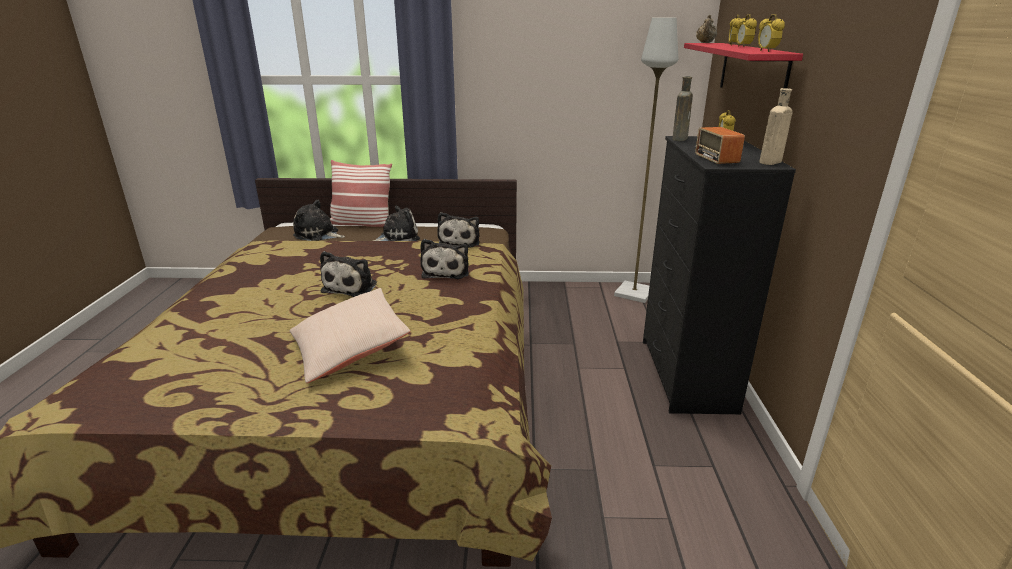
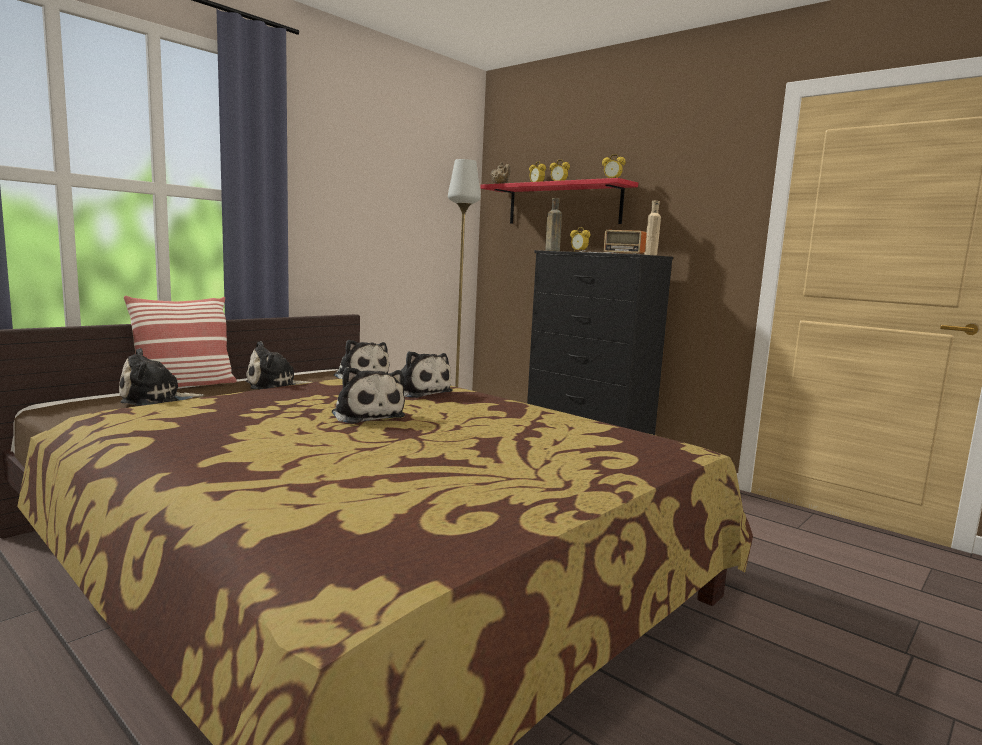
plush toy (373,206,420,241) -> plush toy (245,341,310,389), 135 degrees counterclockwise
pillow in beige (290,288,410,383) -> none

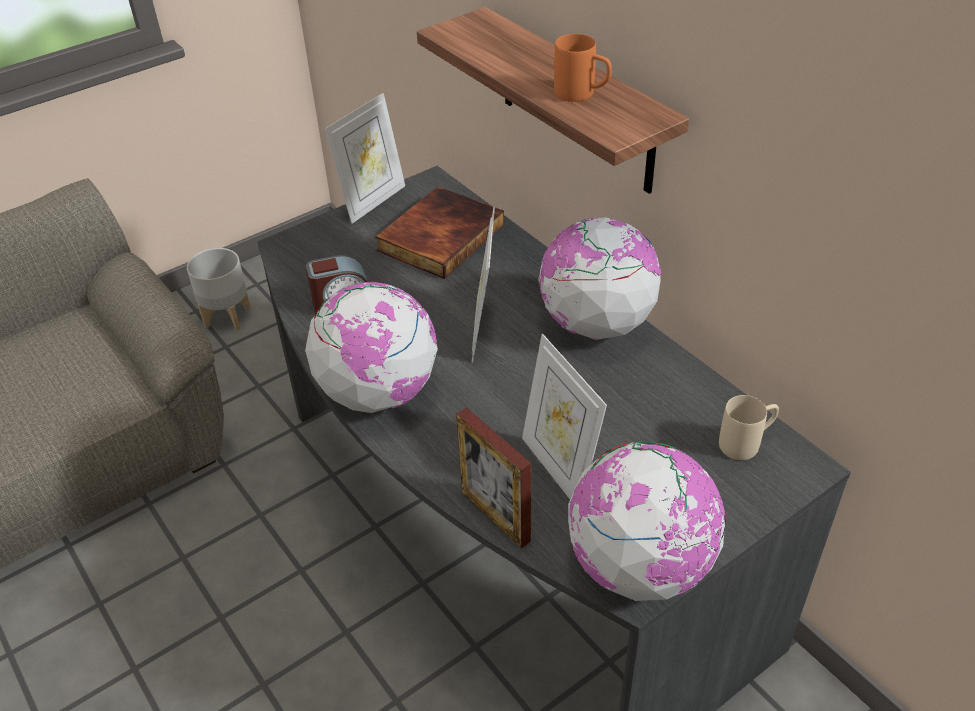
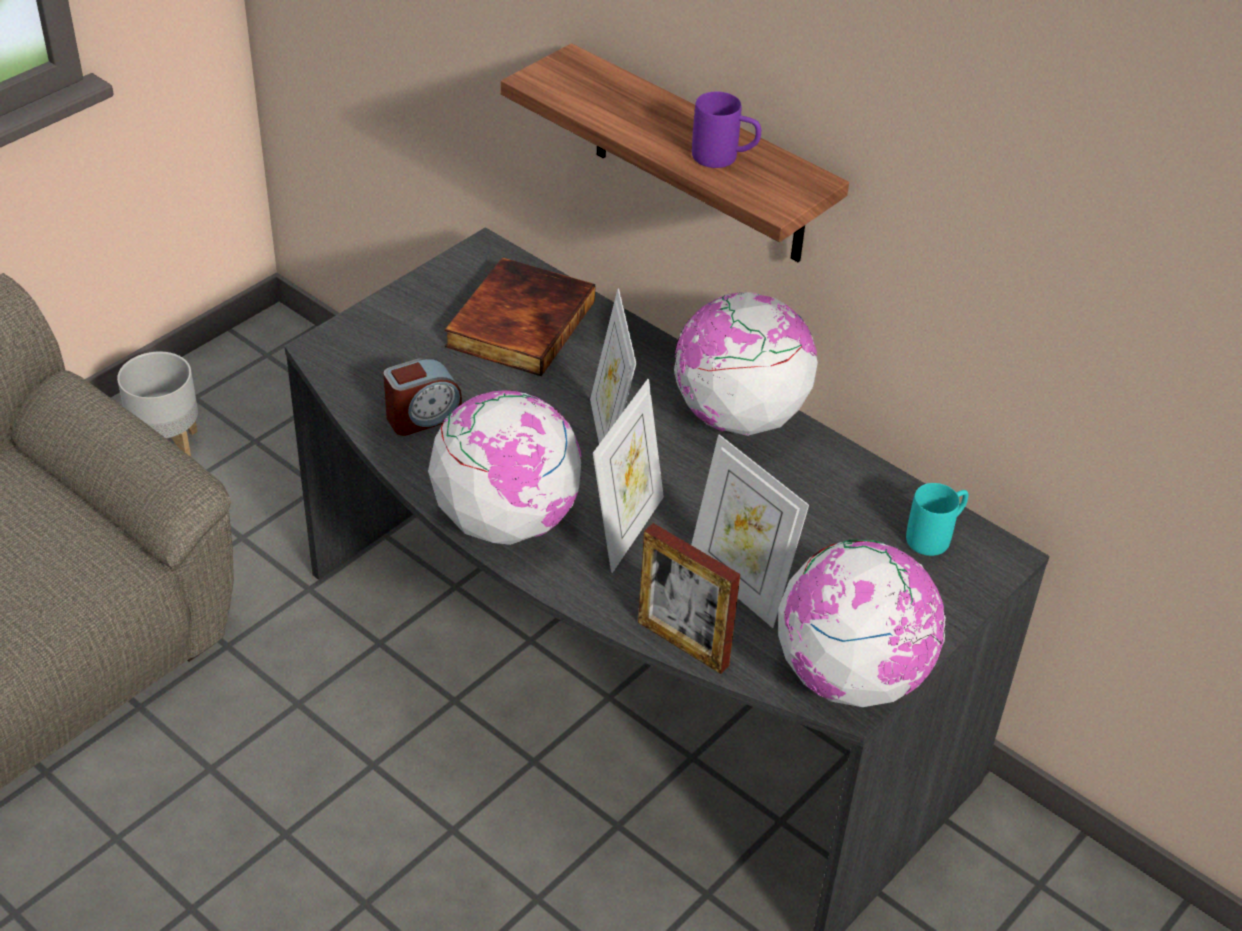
picture frame (325,93,405,224) -> picture frame (593,379,664,573), moved
mug in orange (554,34,612,102) -> mug in purple (692,92,761,168)
mug in beige (719,395,779,460) -> mug in turquoise (906,483,968,556)

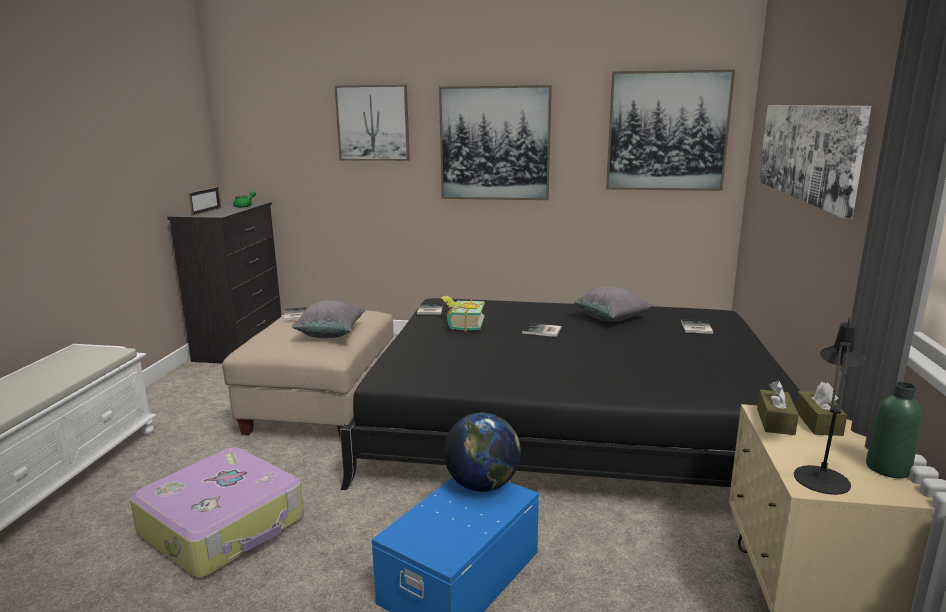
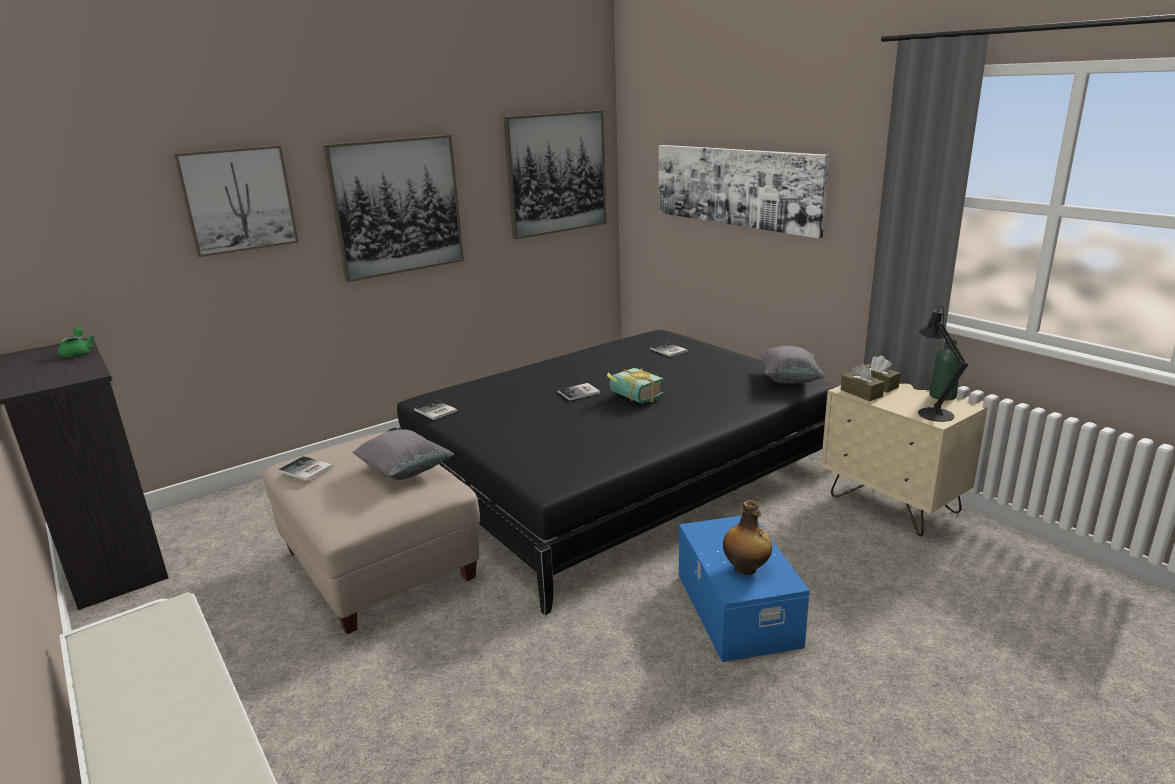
book (441,296,485,332) -> book (607,368,663,403), moved
none -> bottle (723,500,772,575)
pillow in grey (573,287,653,322) -> pillow in grey (760,346,826,384), moved
suitcase (130,447,304,578) -> none
picture frame (188,187,221,216) -> none
globe (444,413,521,492) -> none

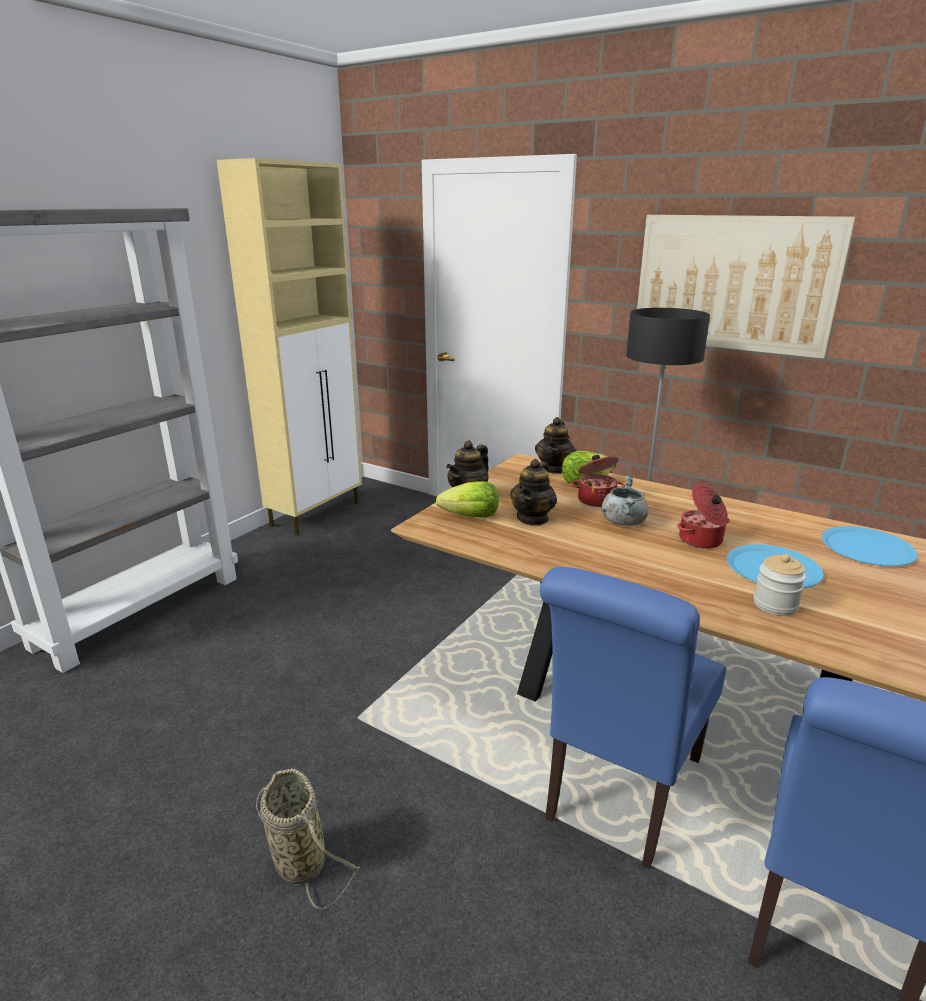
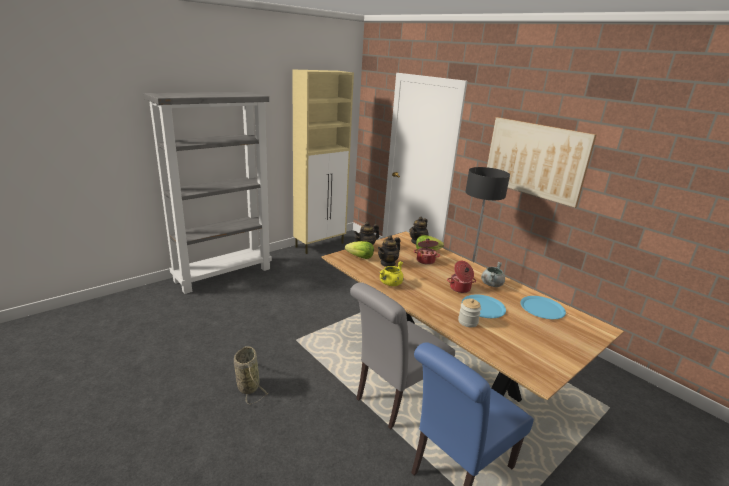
chair in blue (540,567,726,869) -> chair in grey (350,283,455,429)
none -> cooking pot in yellow (380,261,404,286)
cooking pot in grey (602,476,649,526) -> cooking pot in grey (481,262,505,287), moved

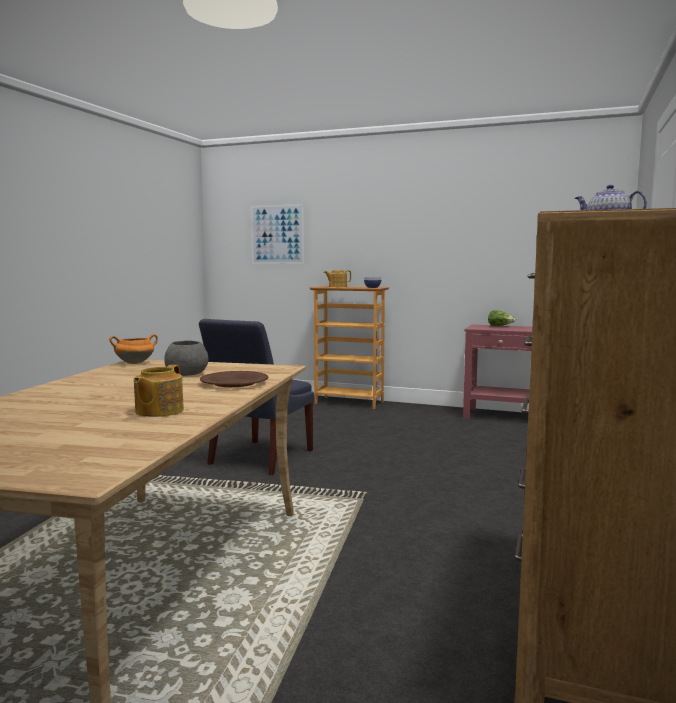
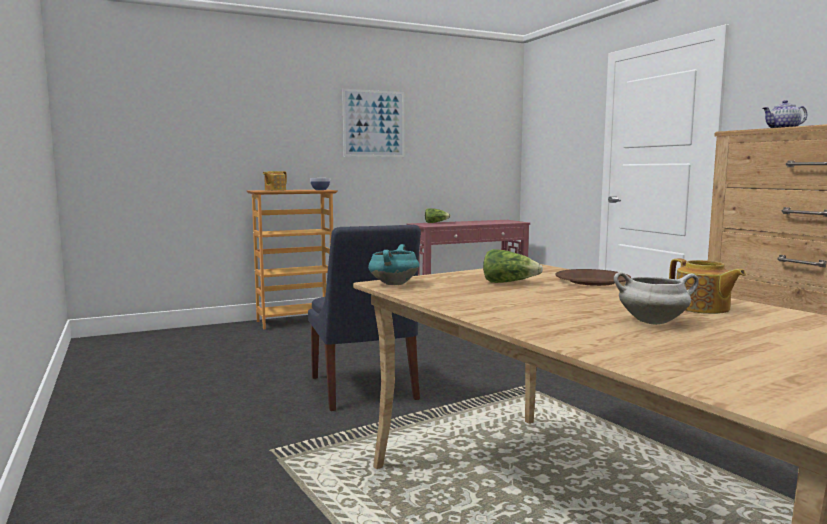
picture (251,204,305,264) -> picture (342,89,404,157), moved
cooking pot in orange (109,334,158,364) -> cooking pot in turquoise (368,244,420,285)
bowl in grey (164,340,208,376) -> lettuce (483,249,543,283)
none -> cooking pot in white (614,272,699,325)

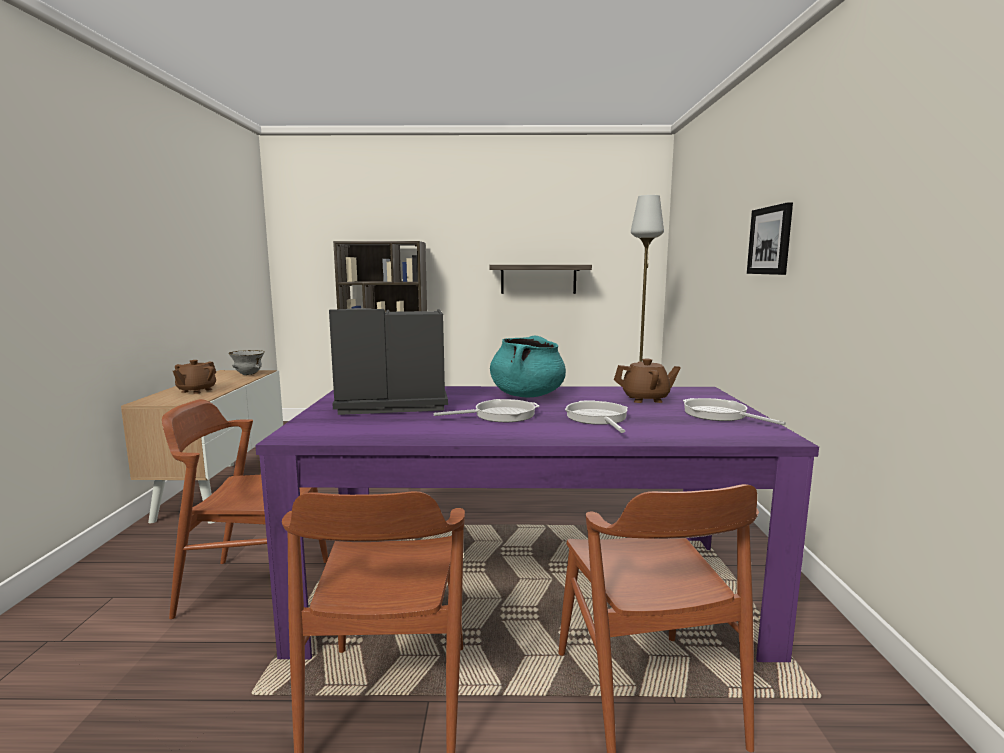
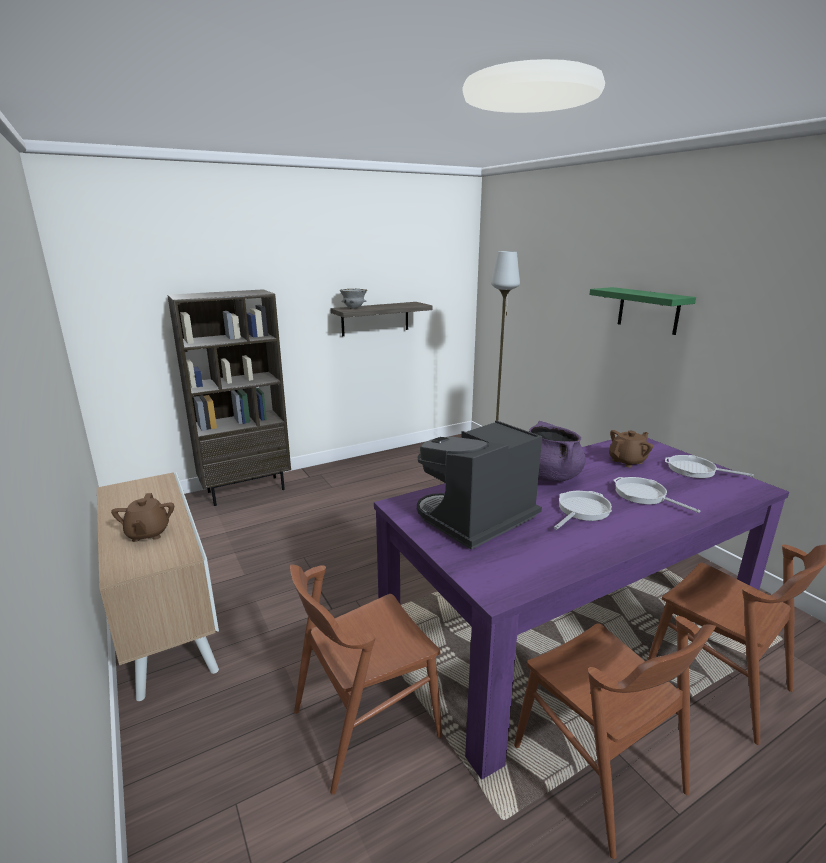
bowl in grey (229,350,265,375) -> bowl in grey (340,289,367,309), moved
cooking pot in turquoise (490,335,566,397) -> cooking pot in purple (529,421,586,482)
picture (747,202,793,275) -> shelf in green (589,287,696,335)

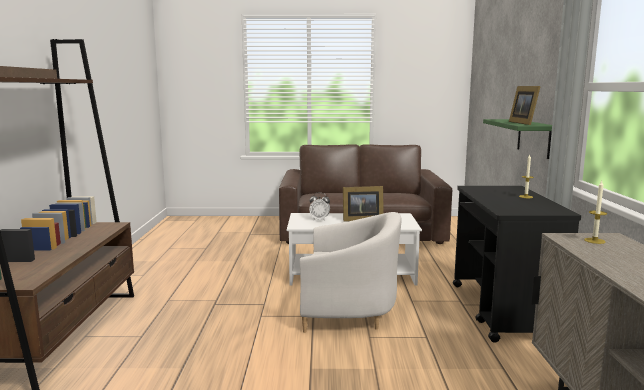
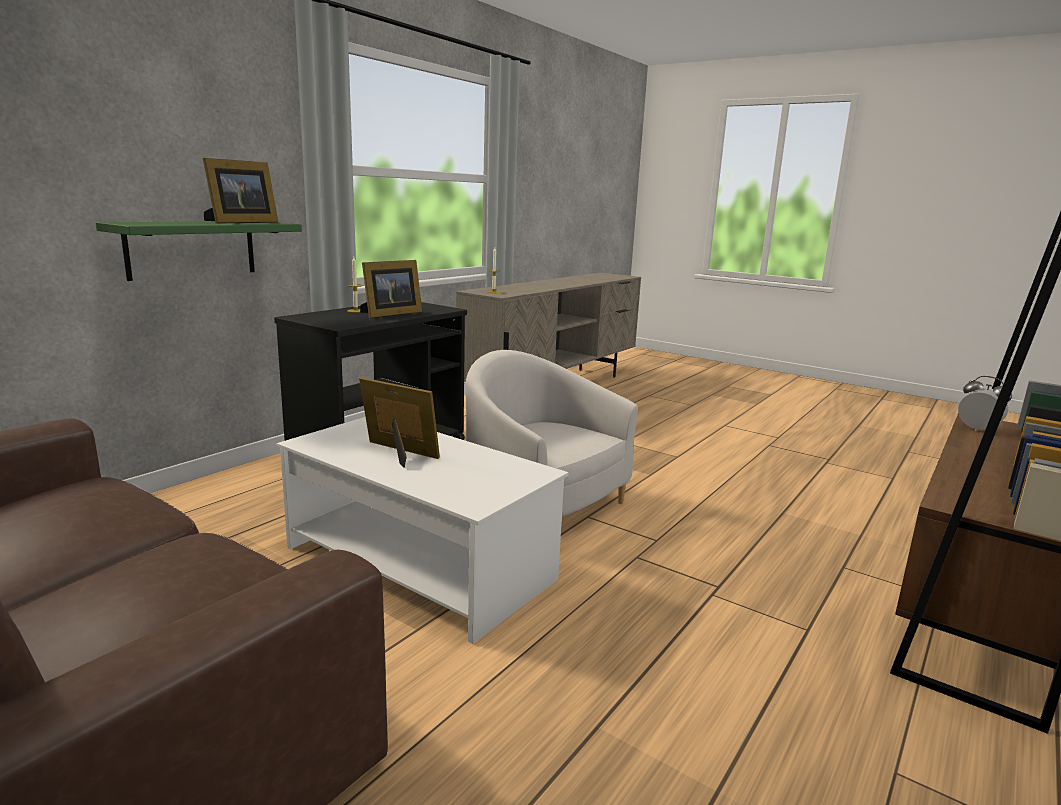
none -> picture frame (360,260,422,318)
alarm clock (309,193,330,221) -> alarm clock (958,376,1012,431), moved

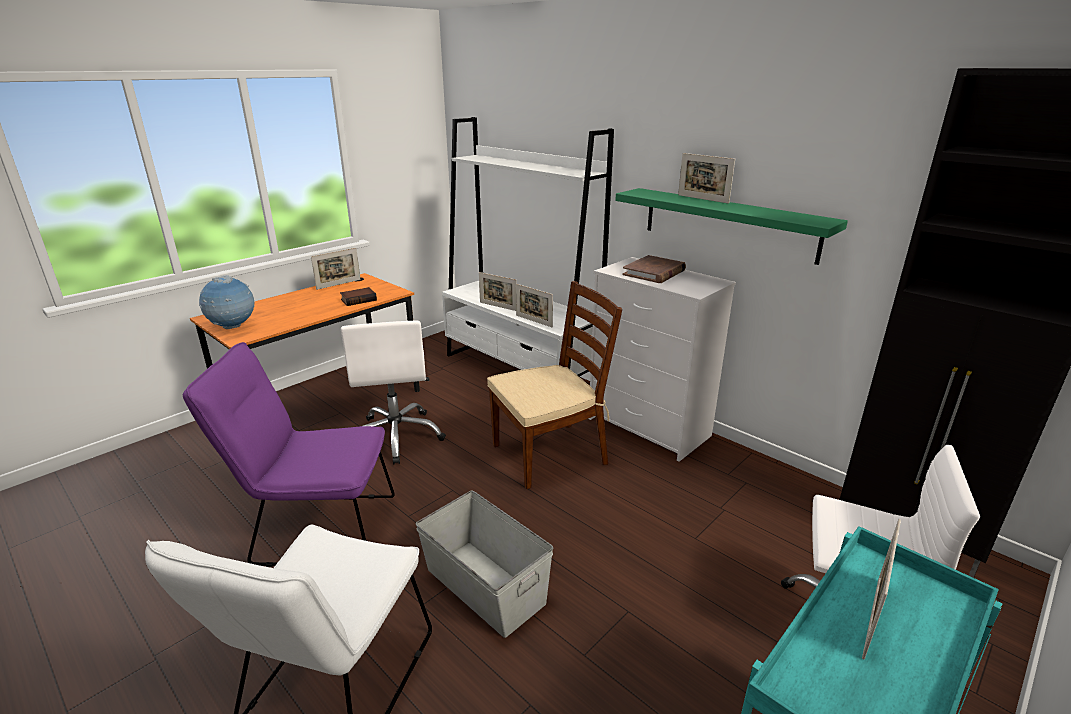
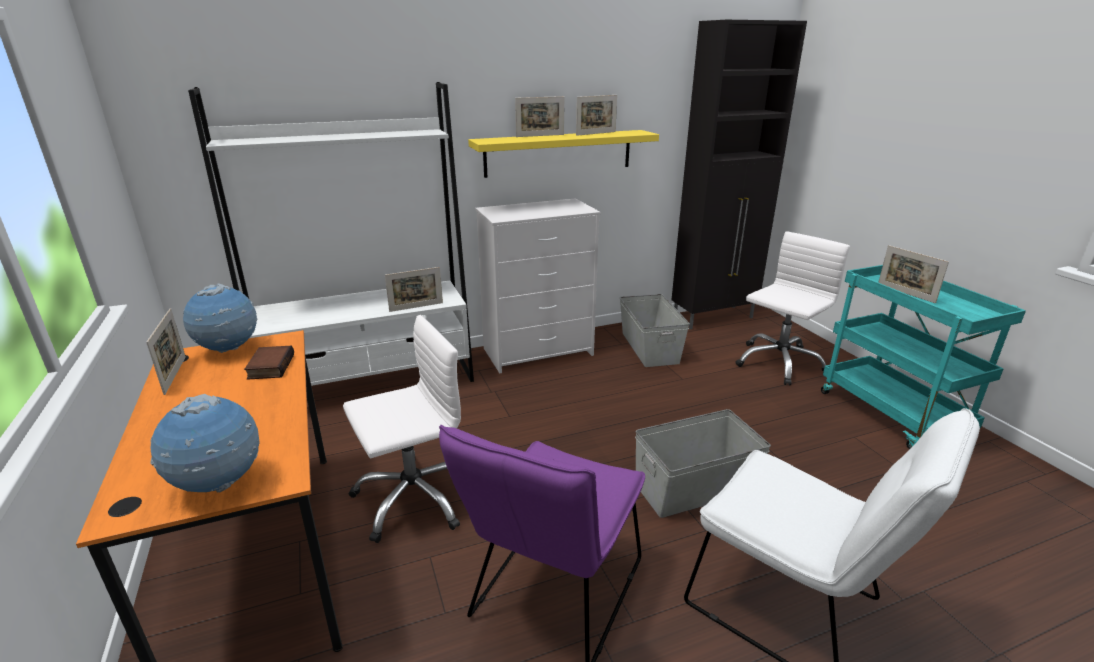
none -> globe (183,283,257,353)
office chair in white (341,321,446,465) -> office chair in white (343,315,461,543), 45 degrees counterclockwise
shelf in green (615,188,848,265) -> shelf in yellow (468,130,659,178)
picture frame (479,272,517,311) -> picture frame (576,95,617,136), moved
none -> storage box in grey (620,294,690,367)
chair in brown (487,281,622,489) -> none
book in brown (623,255,686,283) -> none

